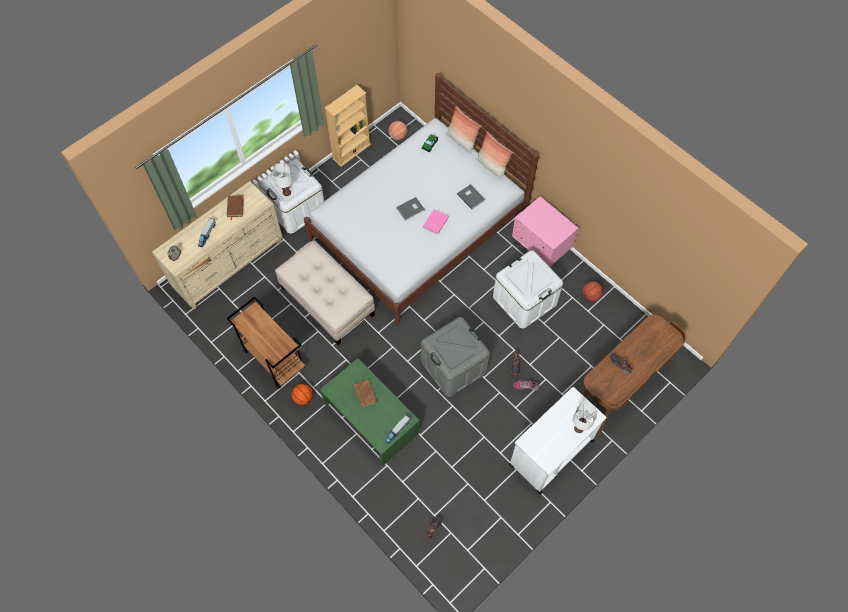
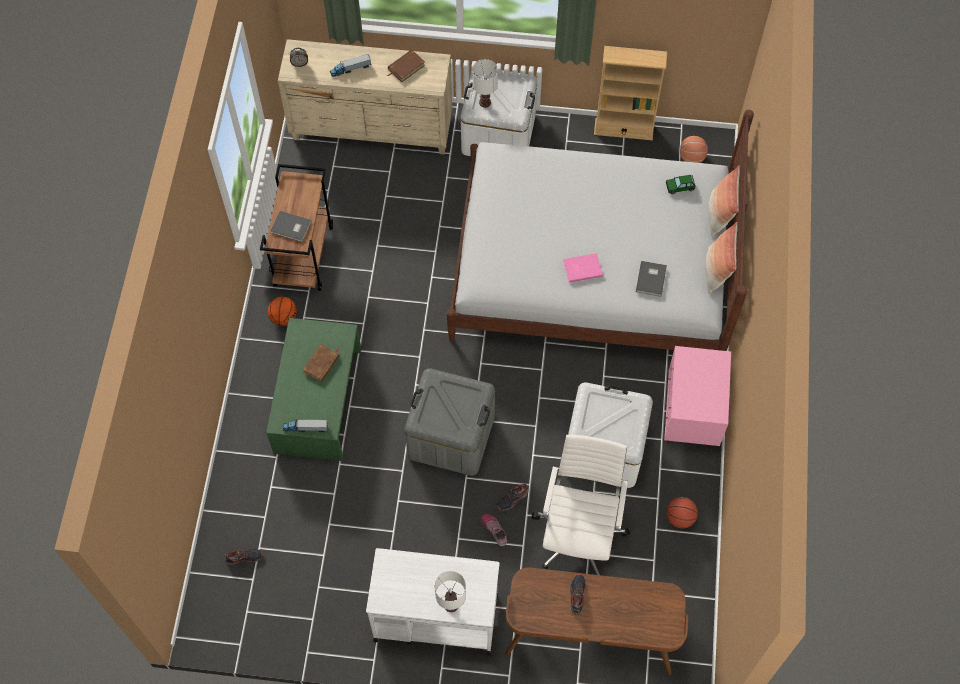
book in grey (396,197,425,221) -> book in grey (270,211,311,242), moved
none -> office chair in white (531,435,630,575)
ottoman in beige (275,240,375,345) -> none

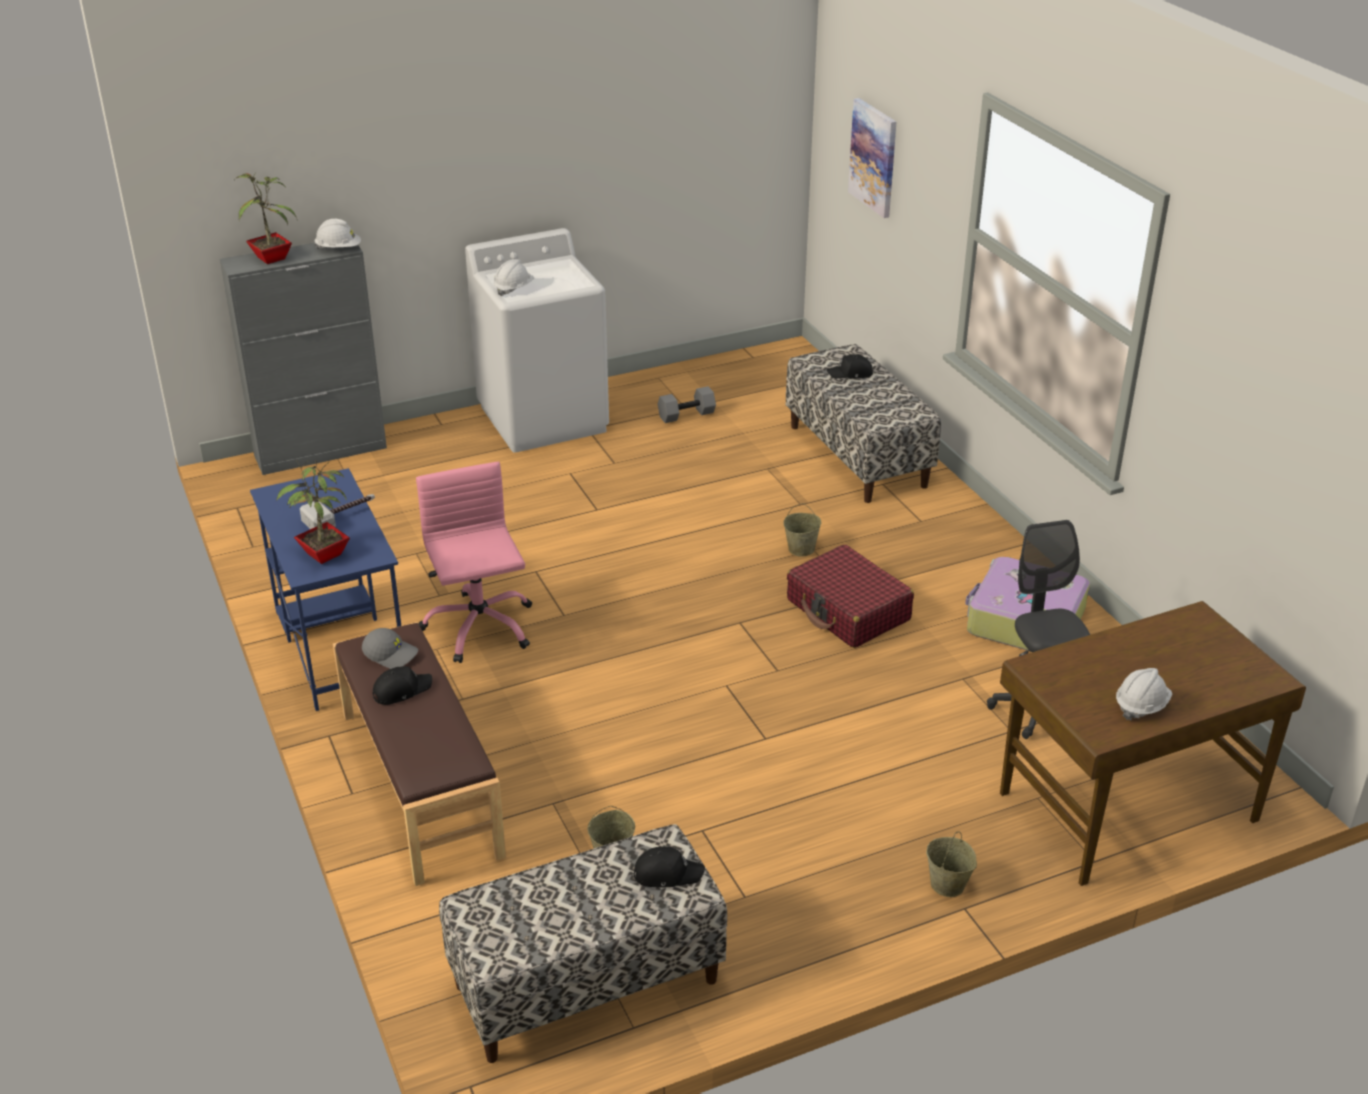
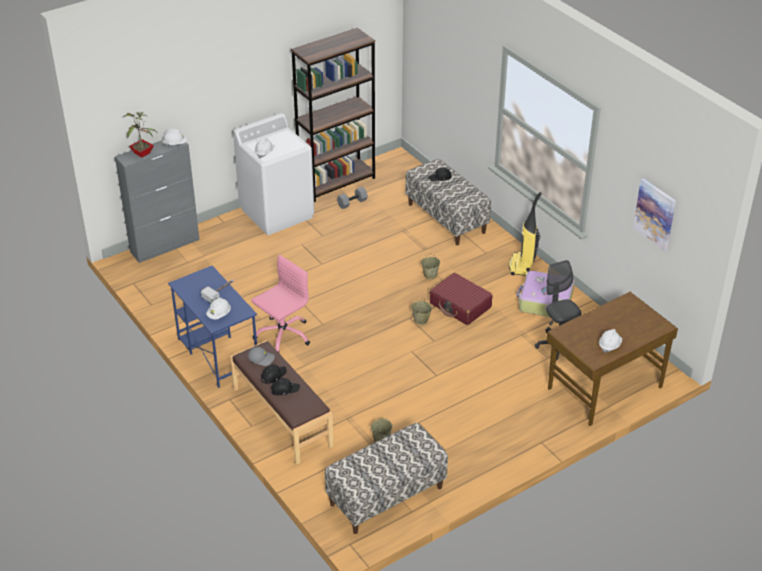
potted plant (277,460,350,564) -> hard hat in white (206,298,231,319)
office chair in pink (416,462,532,663) -> office chair in pink (251,255,310,353), 75 degrees clockwise
cap in black (634,846,705,888) -> cap in black (271,378,300,395), moved
none -> bookcase in brown (291,28,375,202)
bucket in beige (926,831,977,897) -> bucket in beige (411,299,432,325), moved
none -> vacuum cleaner (509,192,542,276)
picture (848,98,896,218) -> picture (633,178,676,251), moved

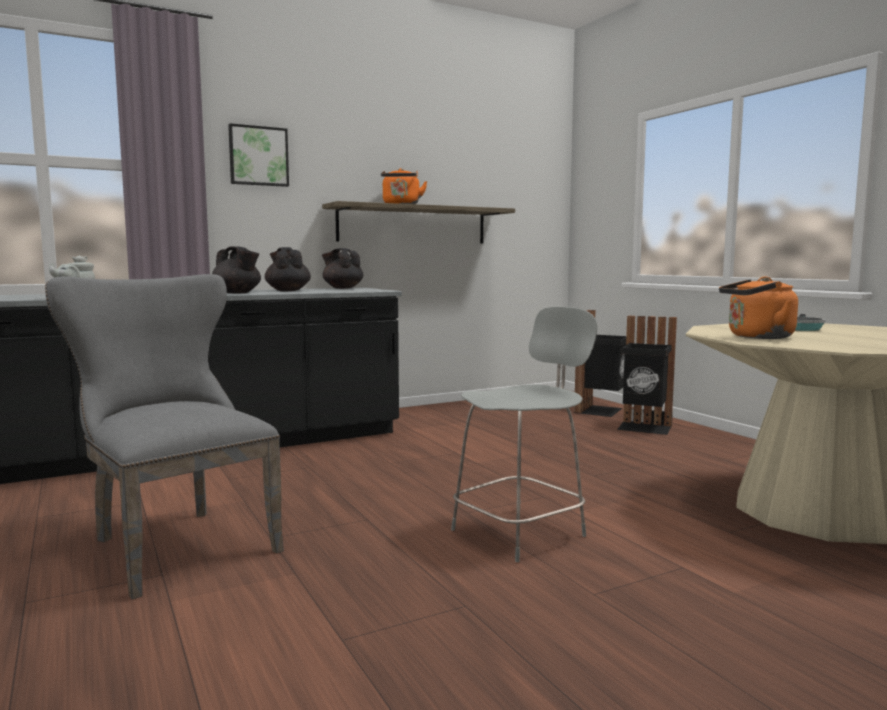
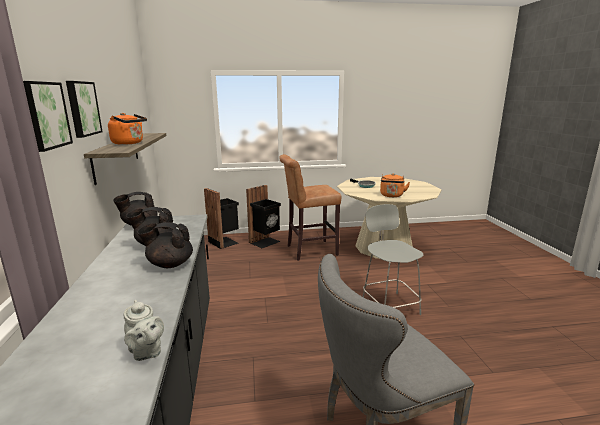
none -> picture (66,81,103,138)
teapot in black (212,246,261,293) -> teapot in black (137,222,193,268), 150 degrees counterclockwise
none -> stool in brown (279,154,341,261)

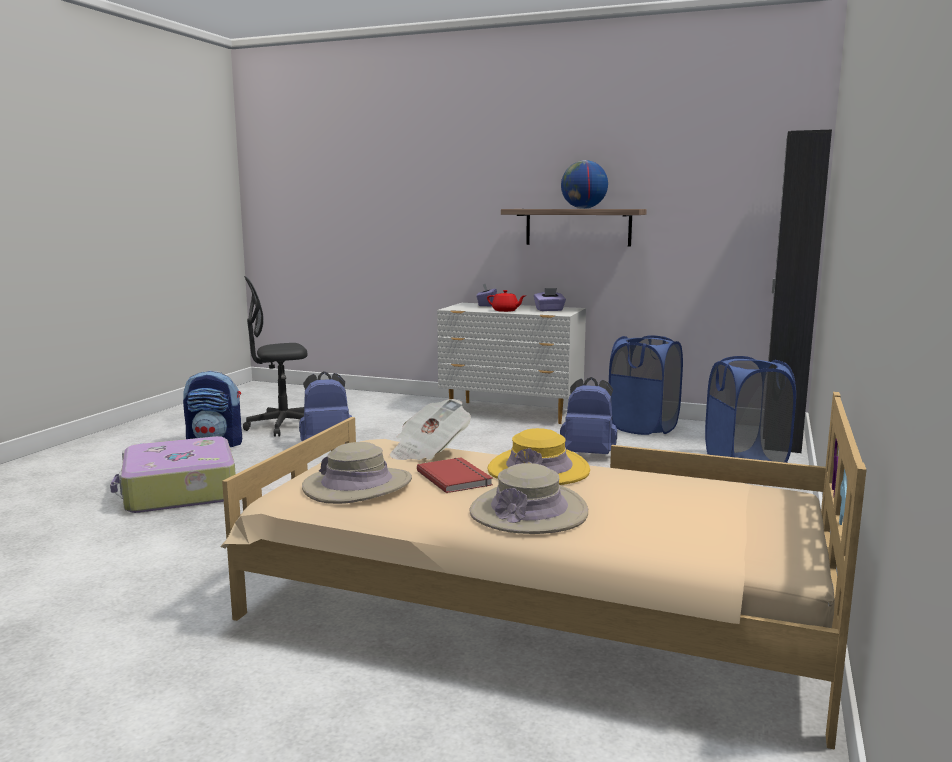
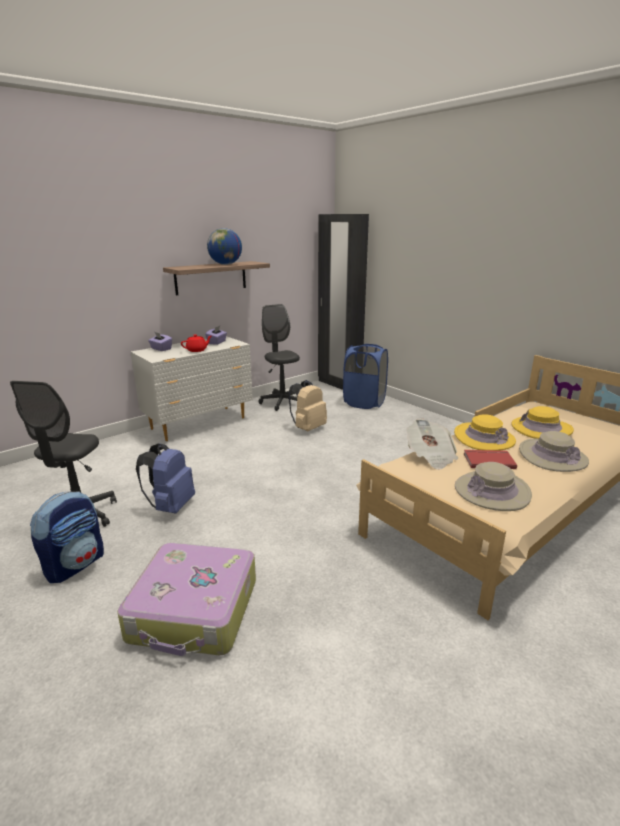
laundry basket in blue (609,335,683,435) -> office chair in grey (259,304,300,411)
backpack in blue (560,377,617,454) -> backpack in beige (288,380,327,431)
none -> hat in yellow (512,406,574,439)

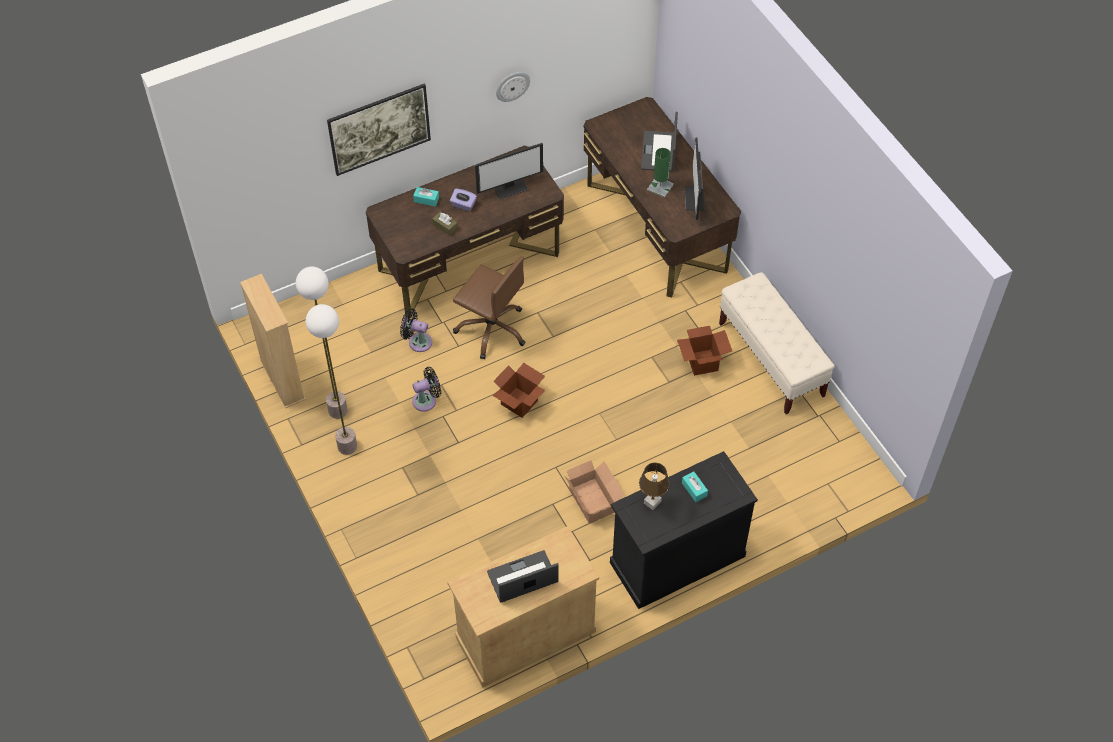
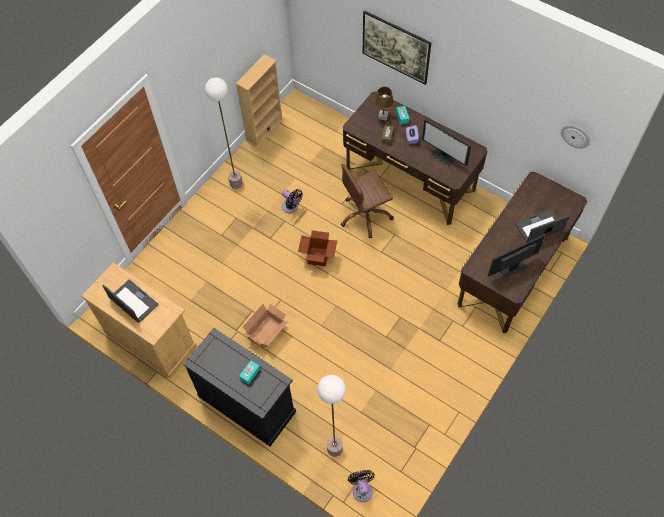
floor lamp (296,267,348,419) -> floor lamp (317,375,346,457), moved
office chair in brown (453,256,526,359) -> office chair in brown (341,164,394,238), 60 degrees clockwise
fan in black (400,309,432,352) -> fan in black (348,470,375,502), moved
table lamp in brown (639,463,670,510) -> table lamp in brown (374,87,394,121), moved
wall clock (496,72,530,102) -> wall clock (561,125,590,149), moved
table lamp in green (647,148,674,197) -> none
cardboard box (677,326,732,376) -> none
bench in beige (719,272,835,414) -> none

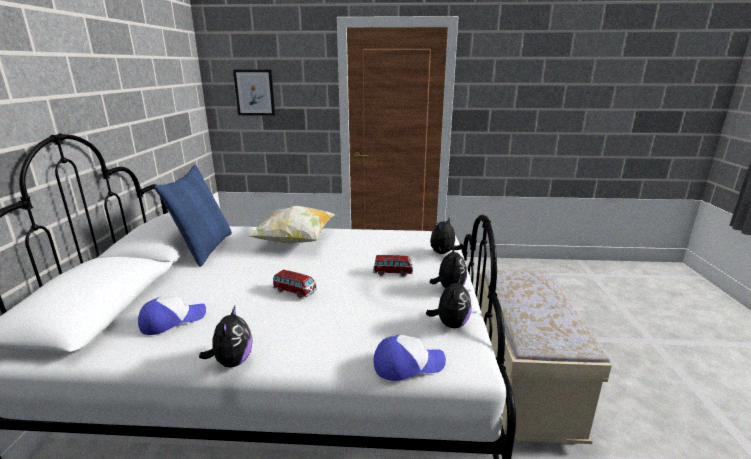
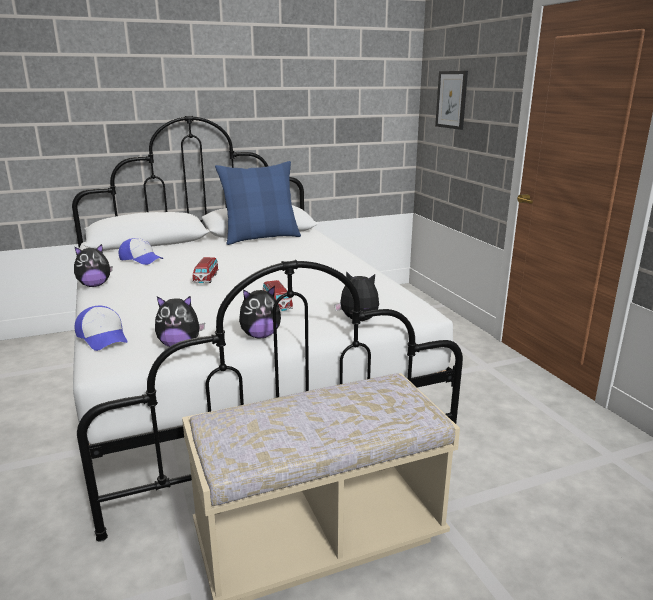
pillow (248,206,335,244) -> none

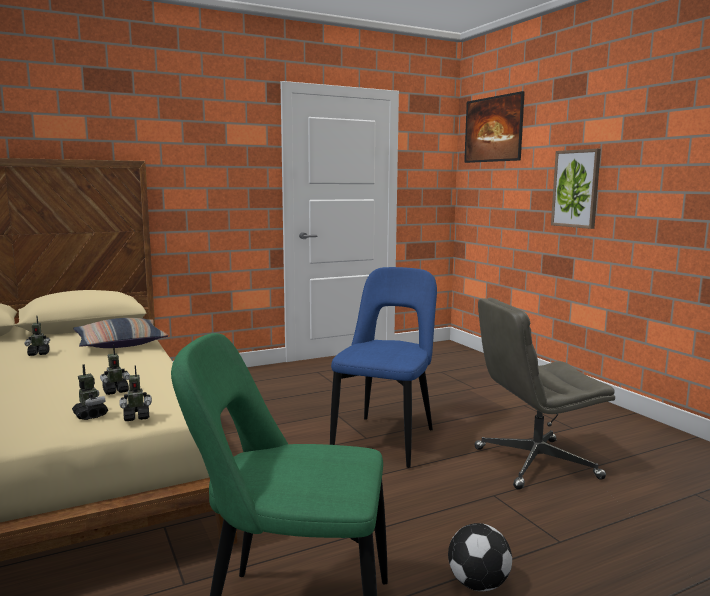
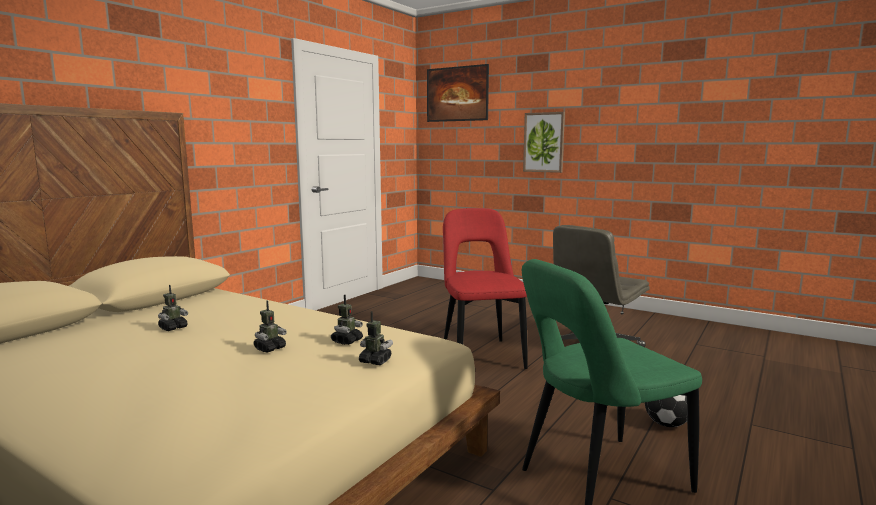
toy robot (119,365,152,421) -> toy robot (254,301,287,352), moved
chair in blue (330,267,437,468) -> chair in red (443,208,528,369)
pillow (73,318,168,348) -> none

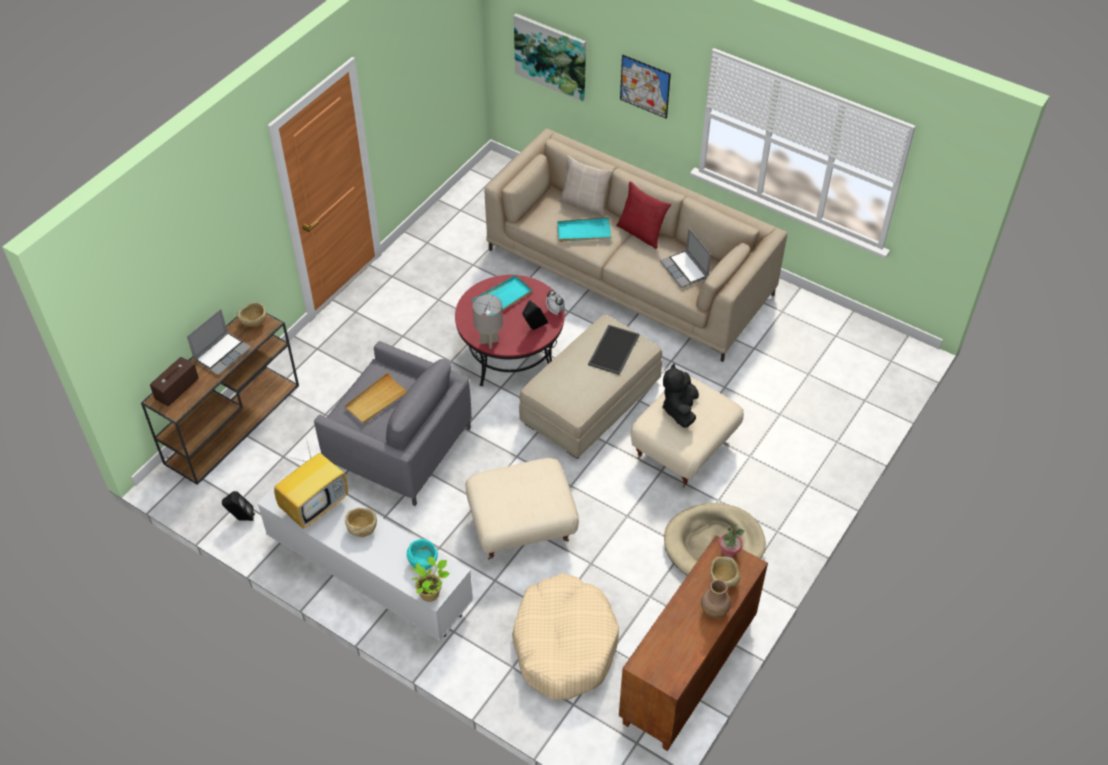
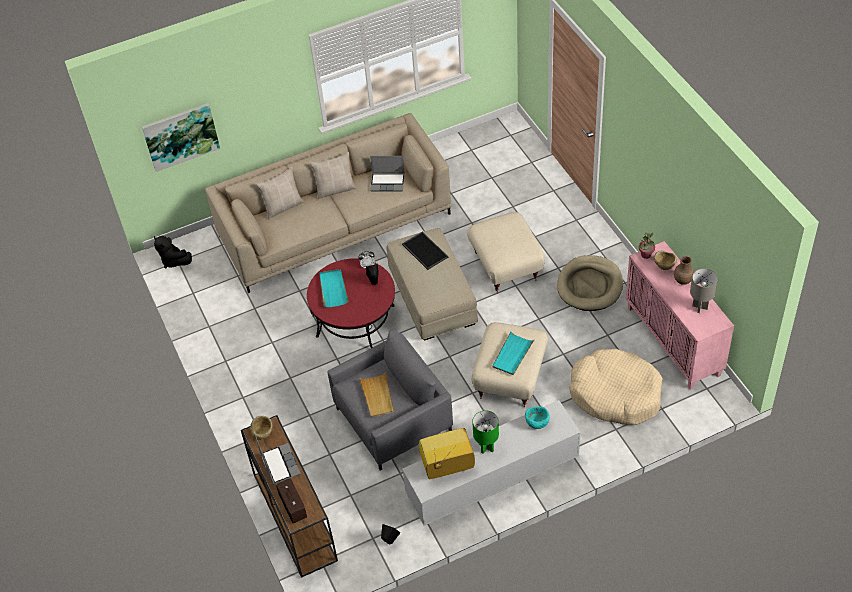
plush toy in black (662,364,699,428) -> plush toy in black (154,236,192,268), moved
pillow in red (616,181,671,249) -> pillow in beige (310,152,357,199)
television (274,434,348,529) -> television (419,428,475,479), 90 degrees counterclockwise
bowl in beige (345,508,377,537) -> table lamp in green (472,410,499,454)
tray in turquoise (557,217,612,242) -> tray in turquoise (492,331,534,375), moved
cabinet in brown (619,535,768,751) -> cabinet in pink (626,241,734,389)
table lamp in grey (473,295,503,349) -> table lamp in grey (690,268,717,313), moved
potted plant (411,557,450,602) -> none
picture (620,55,671,119) -> none

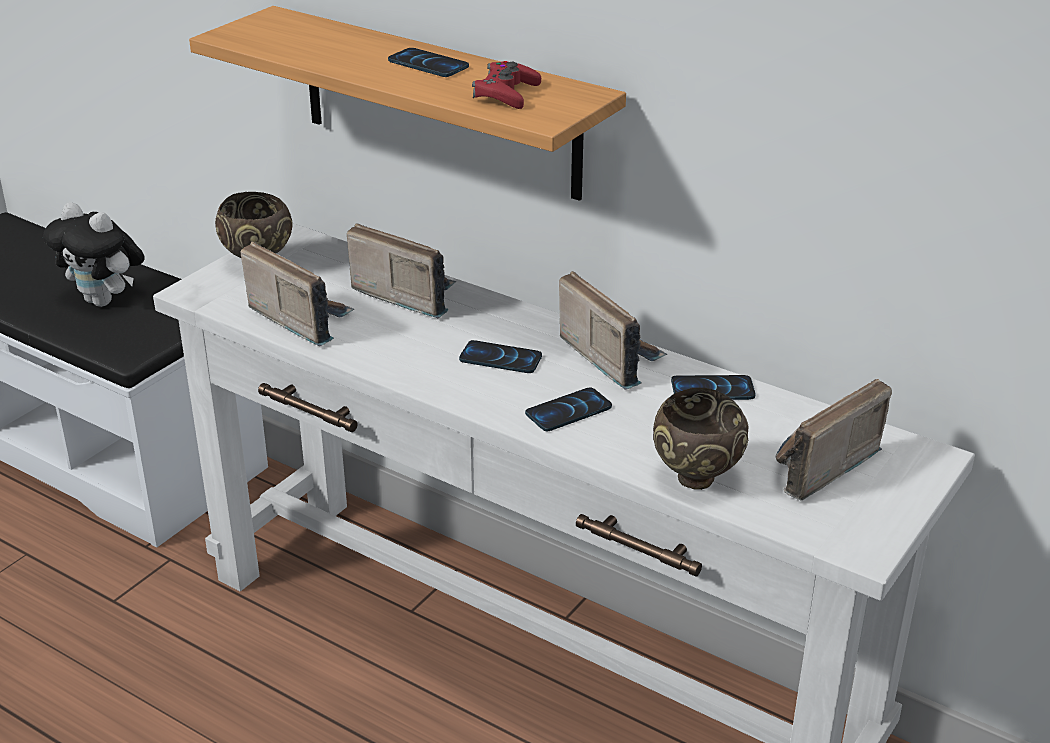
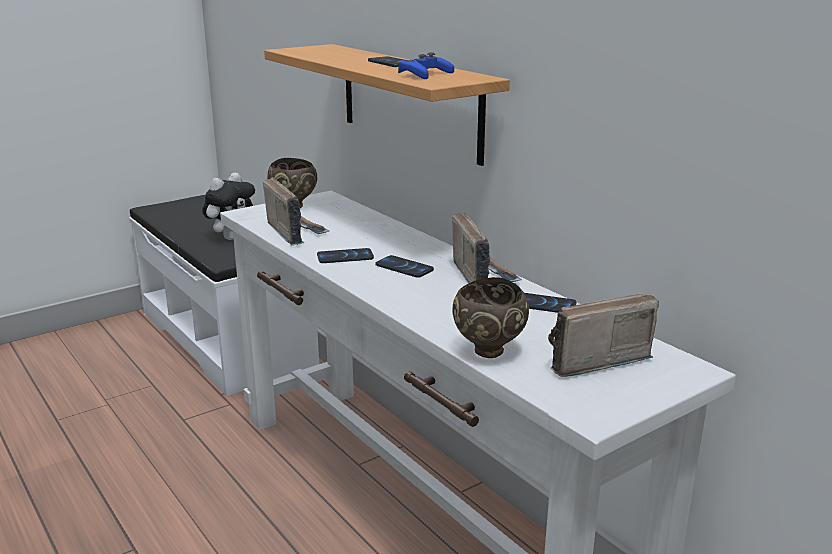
plush toy (43,202,145,307) -> plush toy (202,172,255,240), 105 degrees counterclockwise
phone (525,388,612,431) -> phone (317,248,374,263), moved
game controller in red (472,61,541,109) -> game controller in blue (398,52,454,79)
radio (347,223,456,318) -> none

